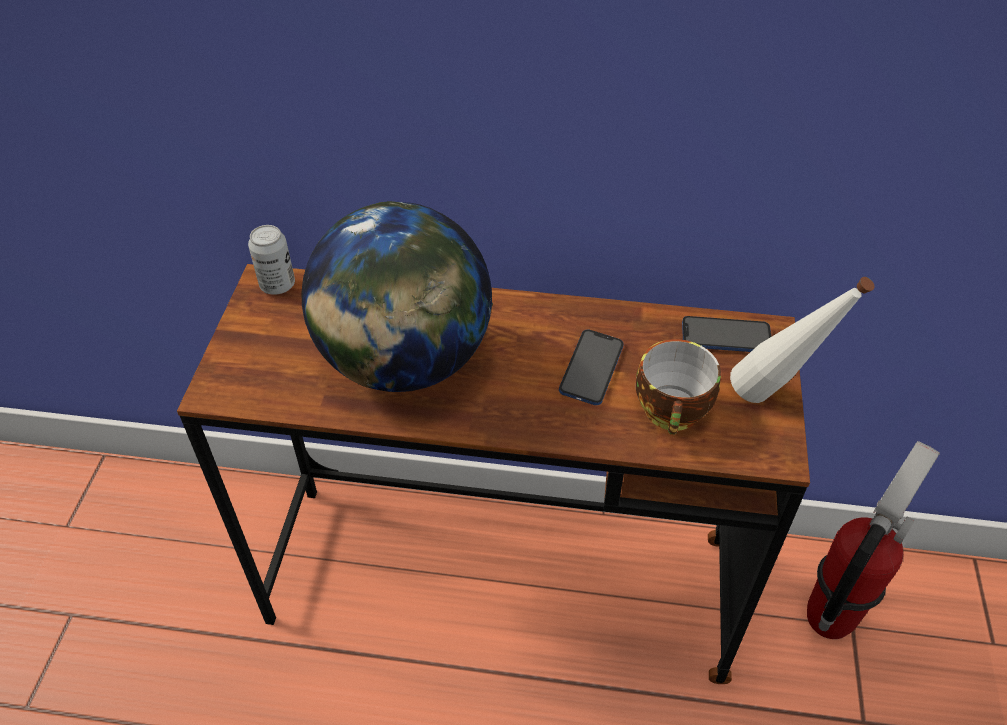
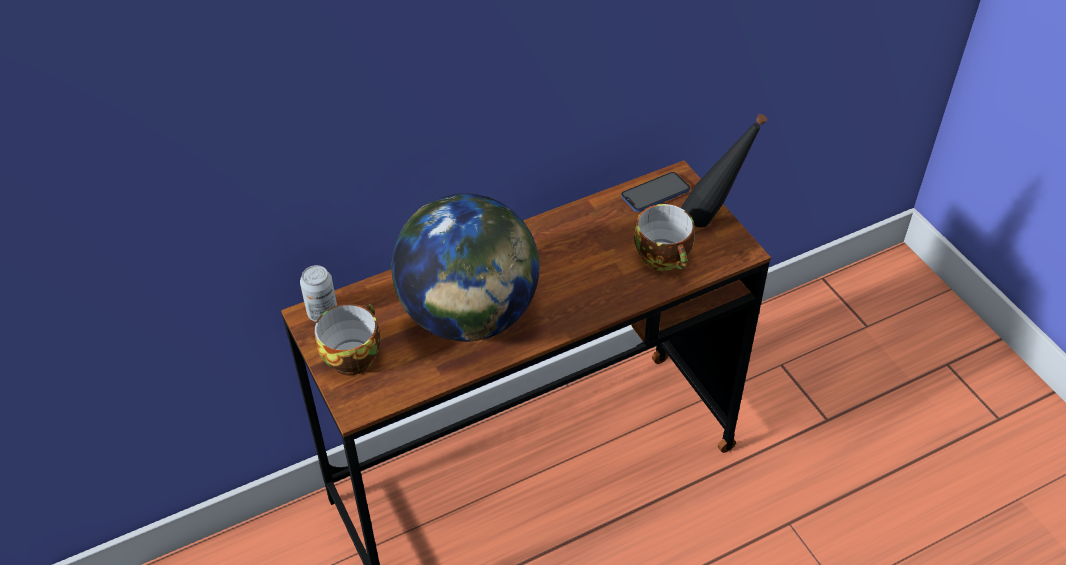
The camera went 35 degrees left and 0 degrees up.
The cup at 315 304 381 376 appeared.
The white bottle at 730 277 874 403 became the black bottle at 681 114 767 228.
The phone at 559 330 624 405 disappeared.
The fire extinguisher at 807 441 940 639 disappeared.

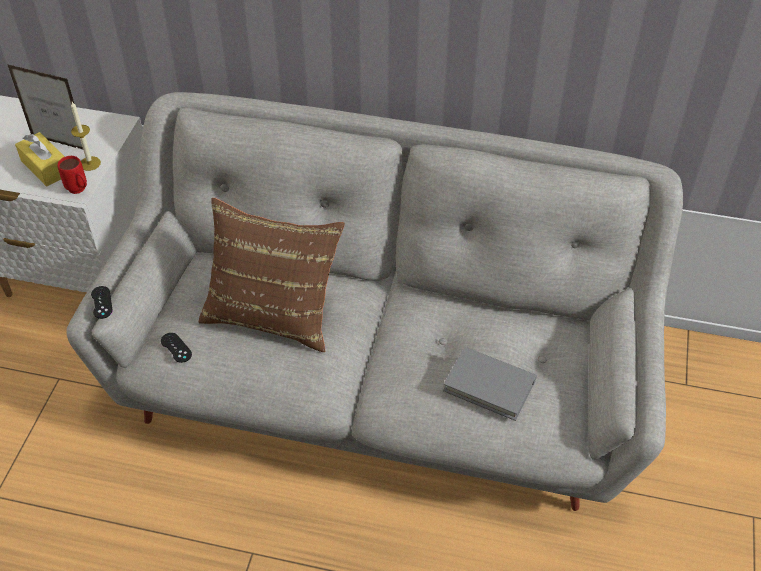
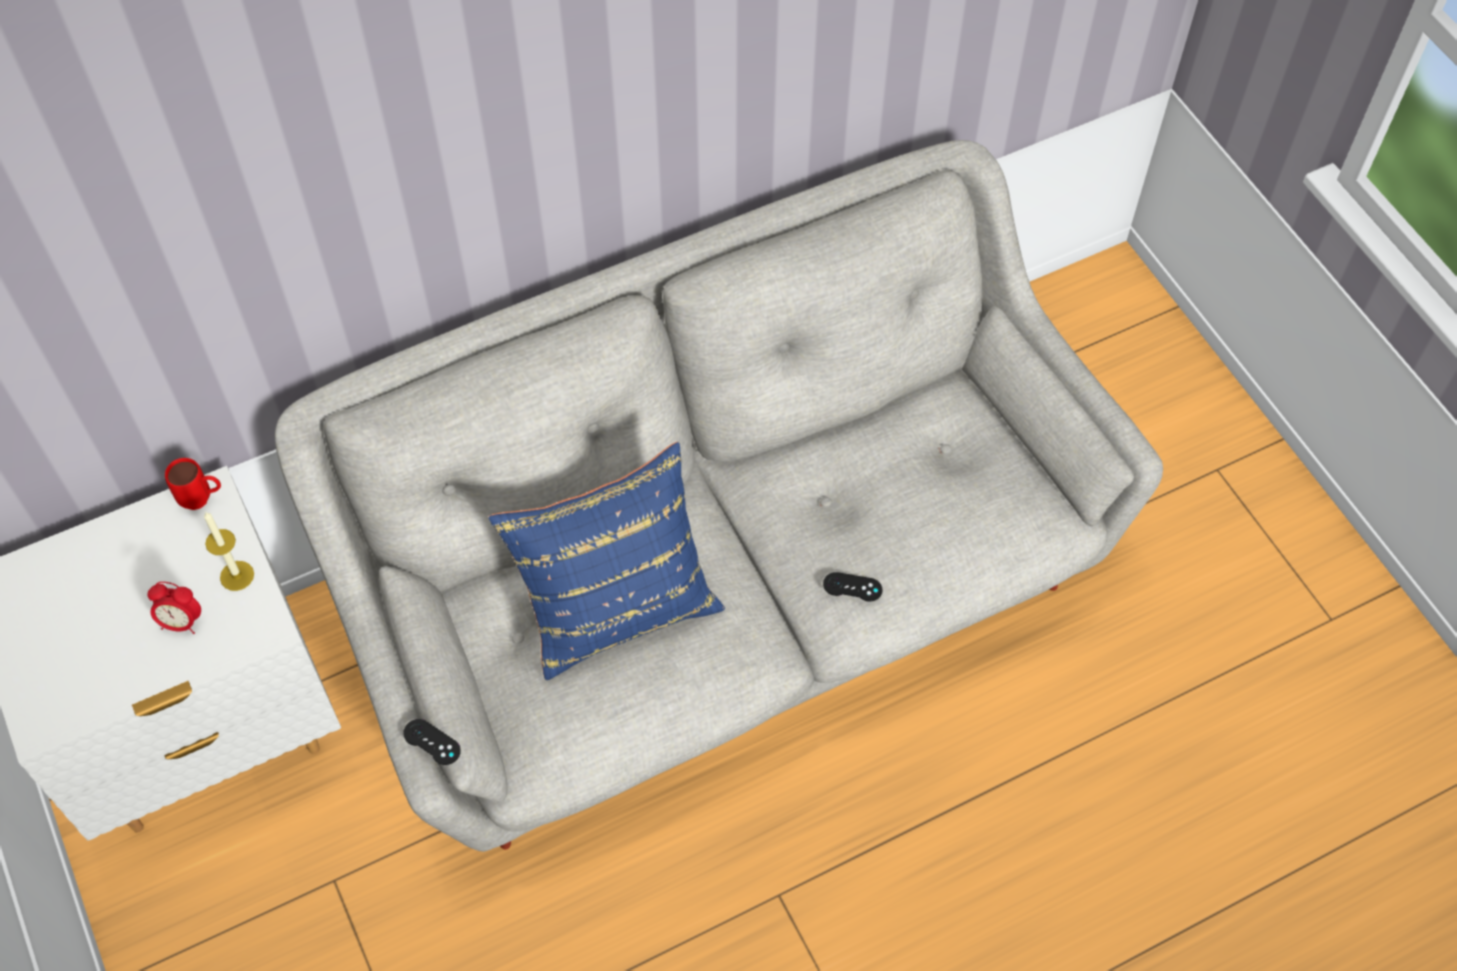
The camera went 40 degrees left and 10 degrees up.
The yellow tissue box at 15 132 65 187 was replaced by the alarm clock at 147 582 201 634.
The red mug moved from 58 156 87 194 to 165 458 221 510.
The brown pillow at 199 198 345 352 became the blue pillow at 488 442 725 680.
The black game controller moved from 161 333 192 363 to 823 572 882 602.
The picture frame at 7 64 83 149 disappeared.
The grey book at 443 347 537 421 disappeared.

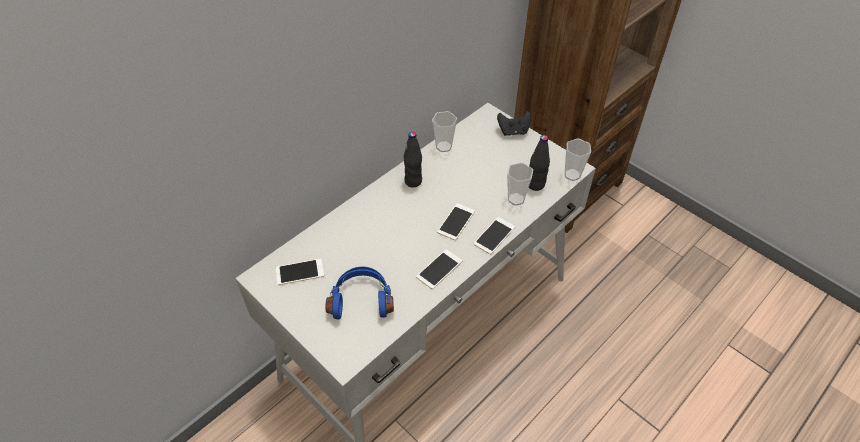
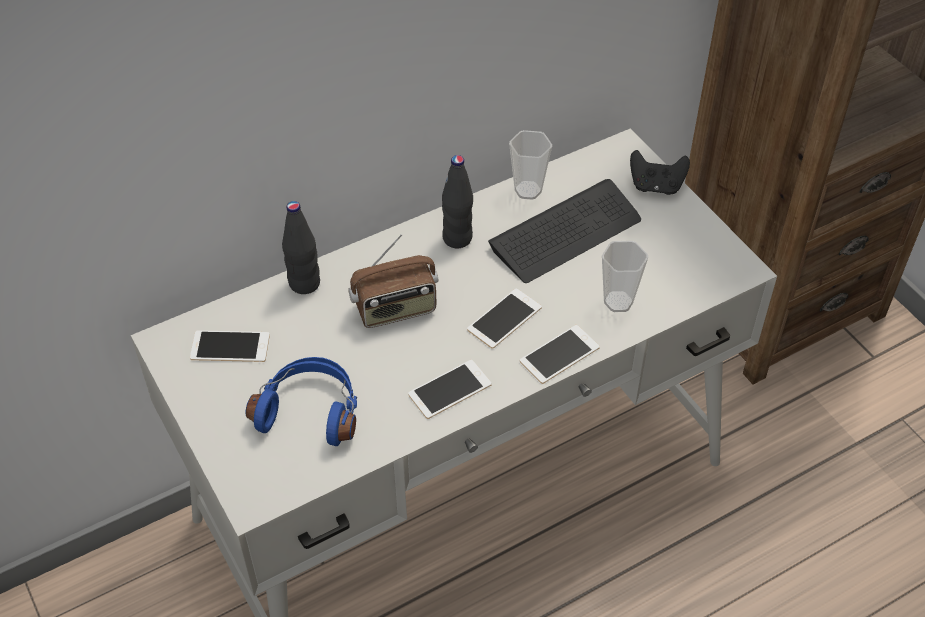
The camera went 15 degrees right and 0 degrees up.
The black bottle moved from 529 135 550 191 to 282 201 320 294.
The radio at 348 234 438 328 appeared.
The keyboard at 488 179 641 283 appeared.
The cup at 565 138 591 181 disappeared.

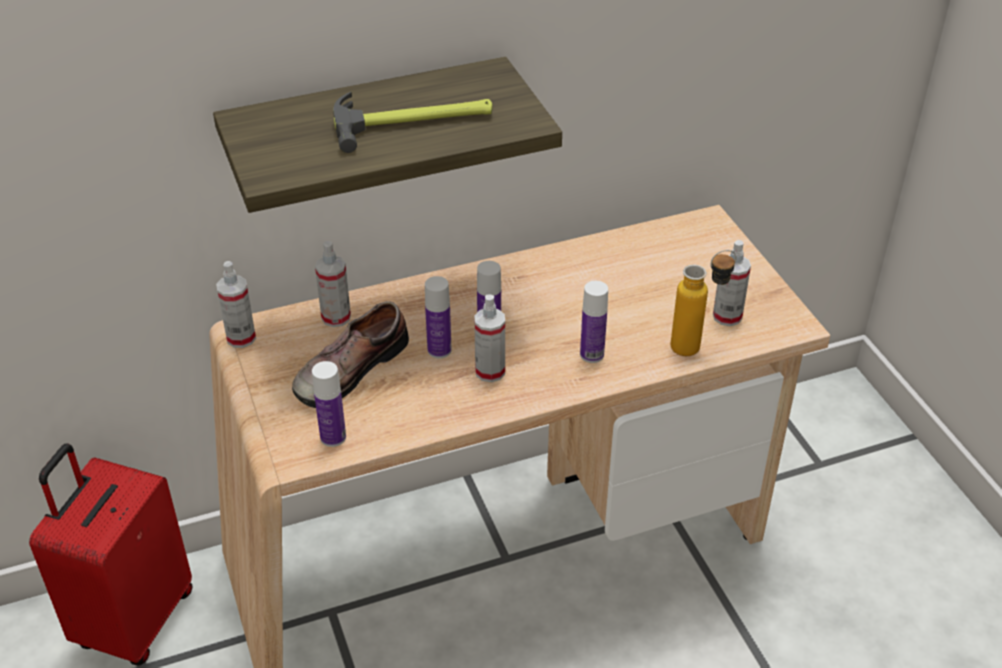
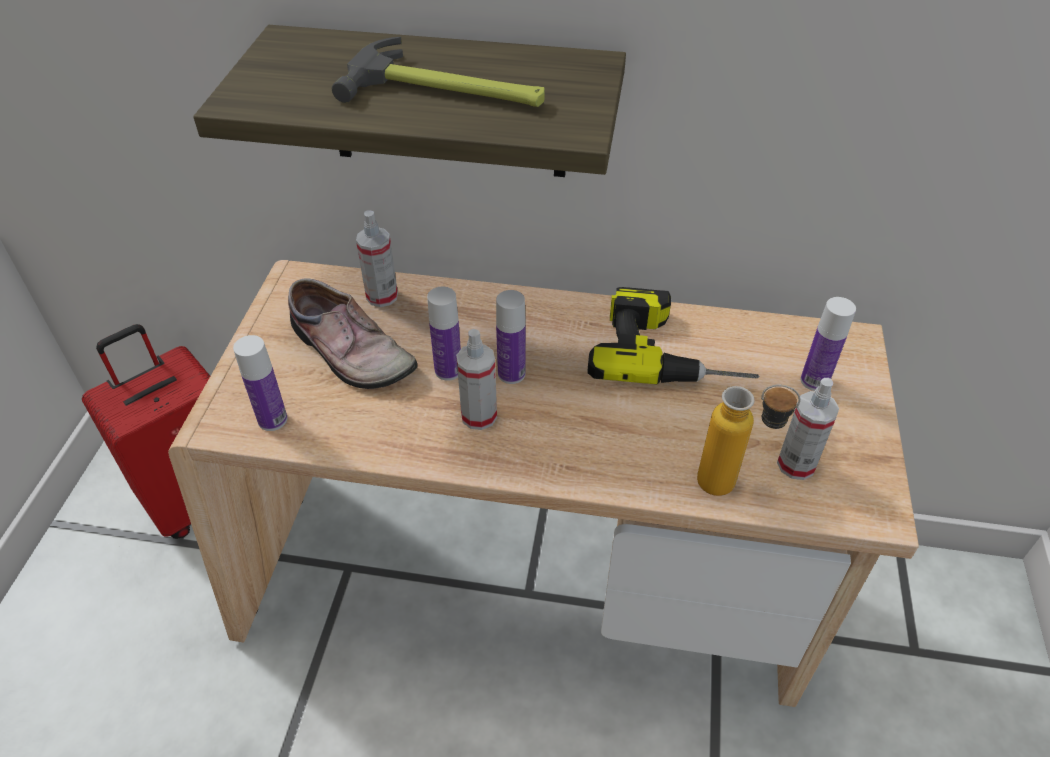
The camera went 30 degrees right and 5 degrees up.
The shoe at 292 301 409 408 turned 120 degrees counterclockwise.
The power drill at 587 287 759 384 appeared.
The bottle moved from 580 281 608 363 to 801 297 856 391.
The spray bottle at 216 261 256 348 disappeared.

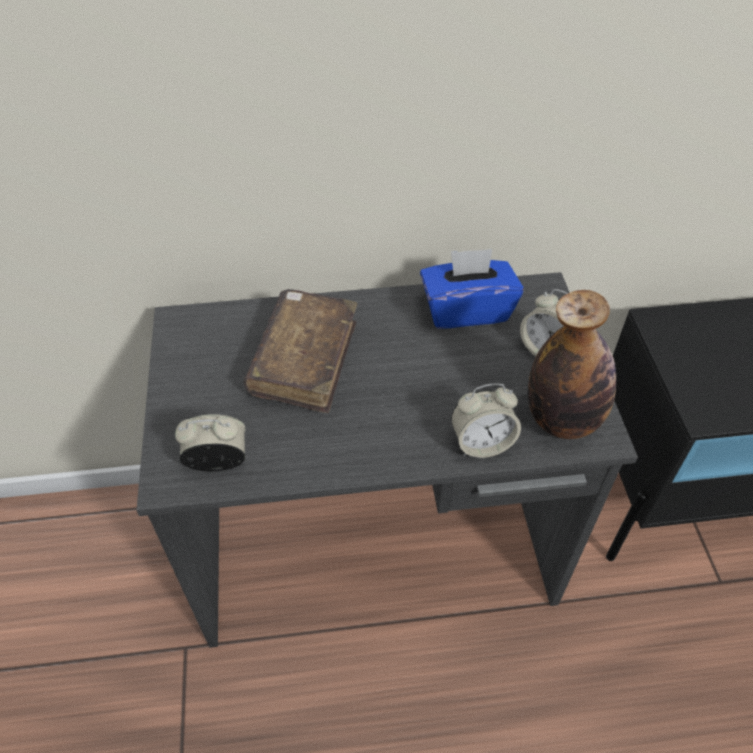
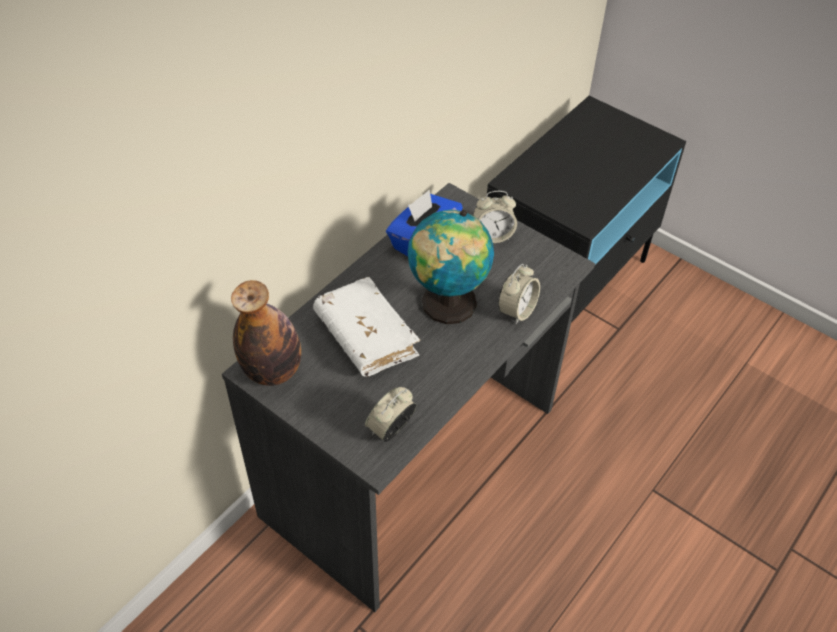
The camera went 45 degrees left and 0 degrees up.
The bottle moved from 528 290 616 439 to 231 280 301 386.
The brown book at 244 289 357 413 became the white book at 313 277 420 377.
The globe at 408 209 494 324 appeared.

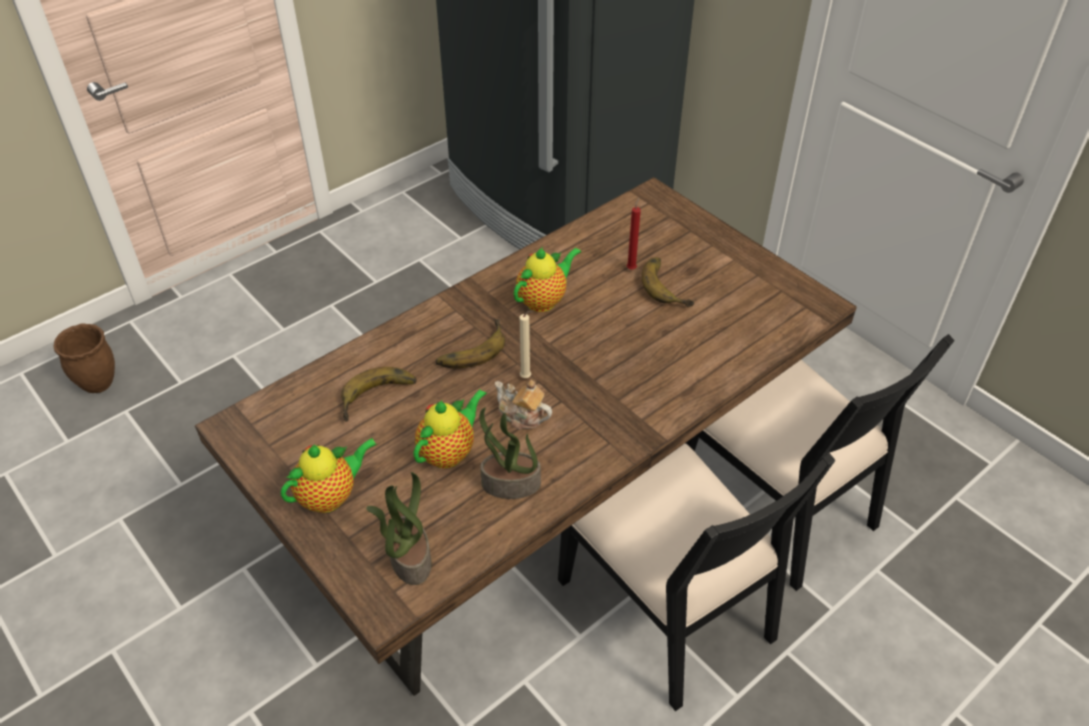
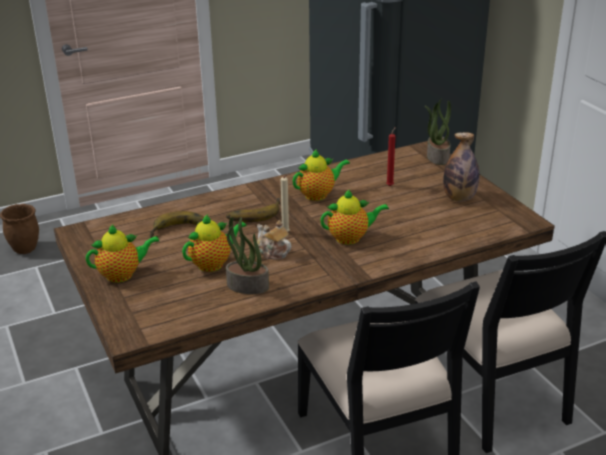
The camera went 15 degrees right and 15 degrees down.
The teapot at 320 189 389 245 appeared.
The potted plant moved from 366 472 432 585 to 425 98 451 165.
The bottle at 443 132 480 201 appeared.
The banana at 641 257 694 307 disappeared.

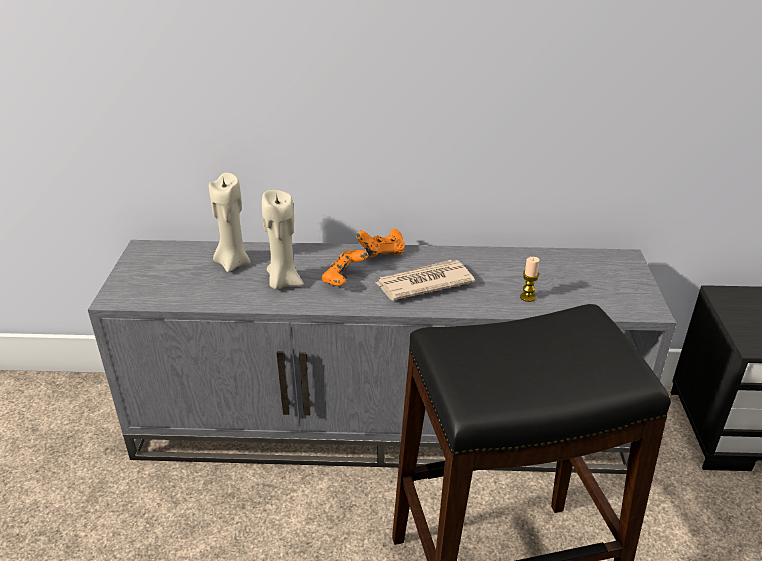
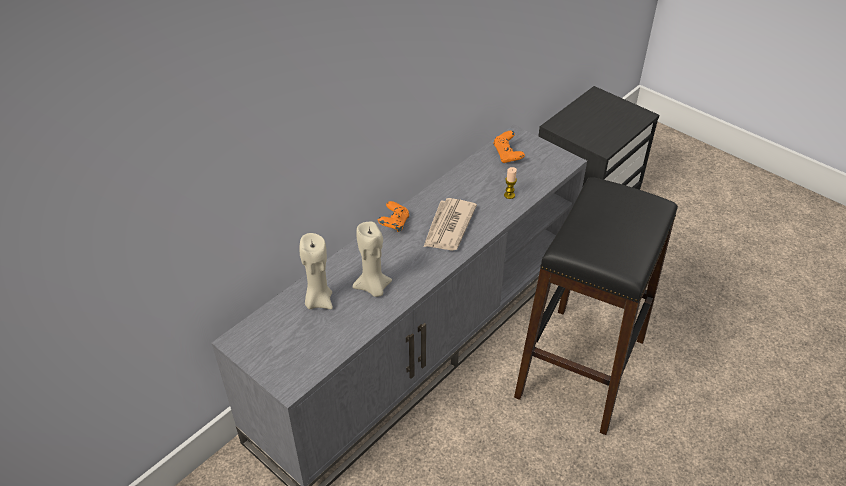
The camera went 50 degrees left and 10 degrees up.
The orange game controller moved from 321 250 368 286 to 493 131 525 163.

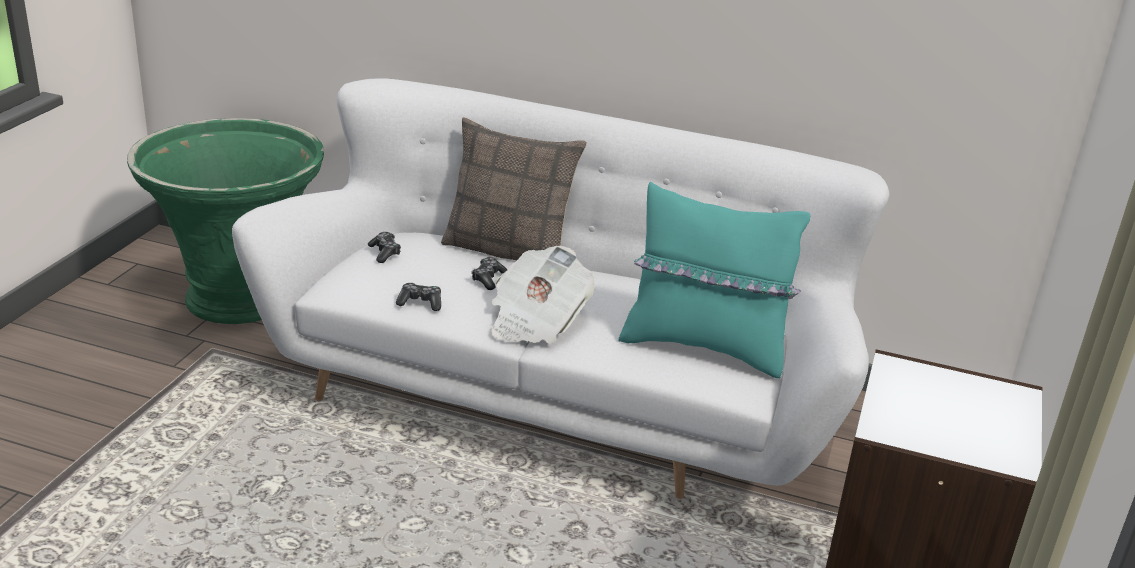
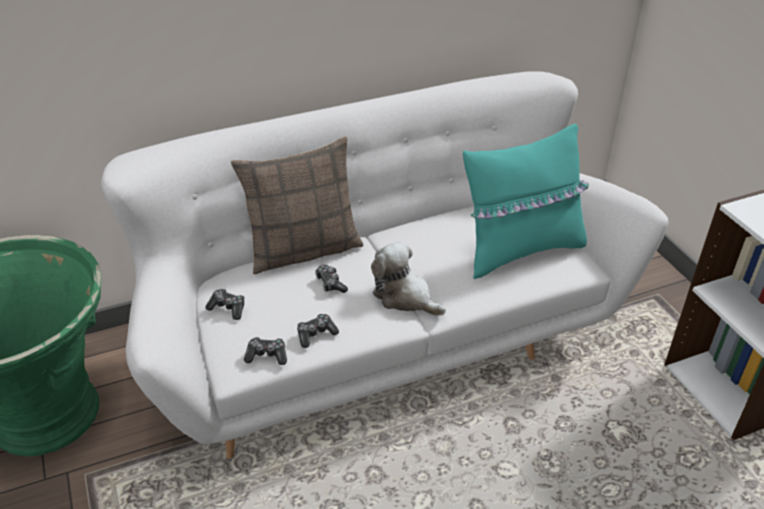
The camera went 40 degrees left and 10 degrees up.
The game controller at 244 337 287 365 appeared.
The newspaper at 491 246 595 344 was replaced by the plush toy at 371 241 446 316.

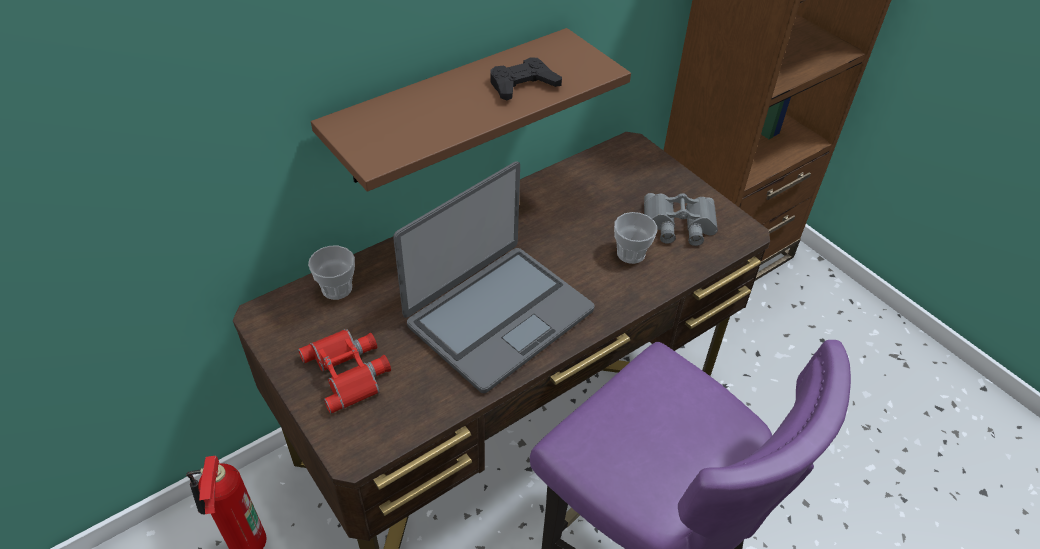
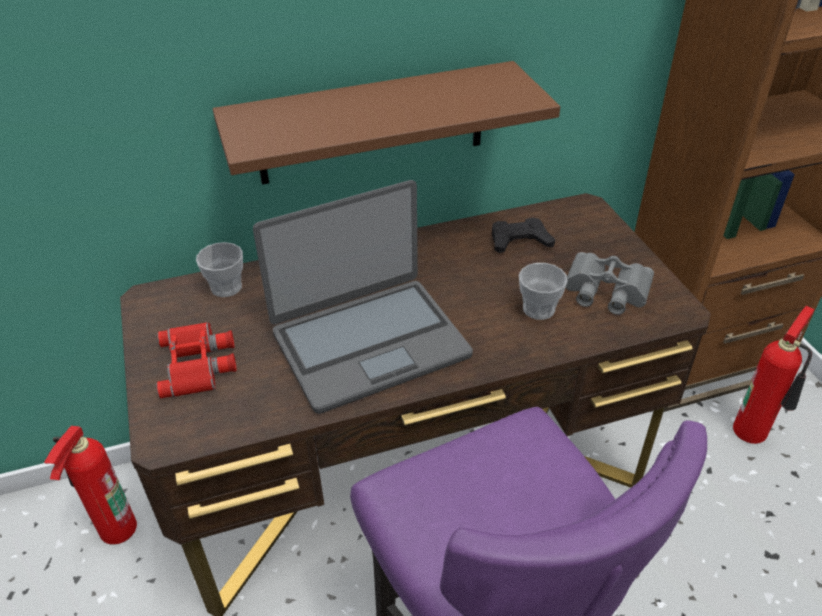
The camera went 20 degrees right and 5 degrees down.
The black game controller moved from 490 58 562 101 to 492 218 555 253.
The fire extinguisher at 733 306 814 444 appeared.

